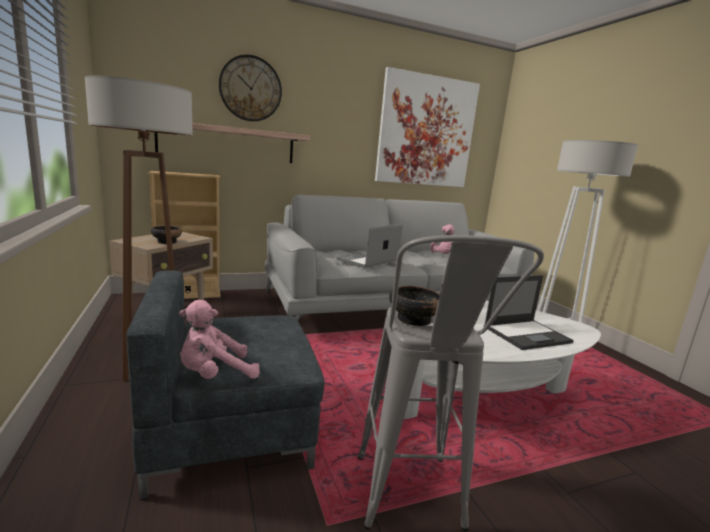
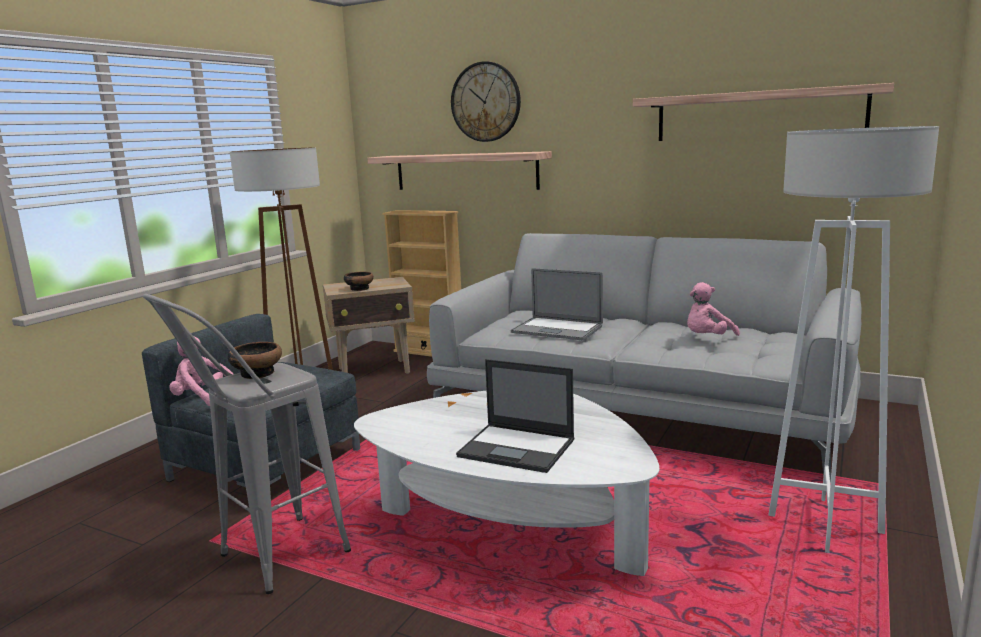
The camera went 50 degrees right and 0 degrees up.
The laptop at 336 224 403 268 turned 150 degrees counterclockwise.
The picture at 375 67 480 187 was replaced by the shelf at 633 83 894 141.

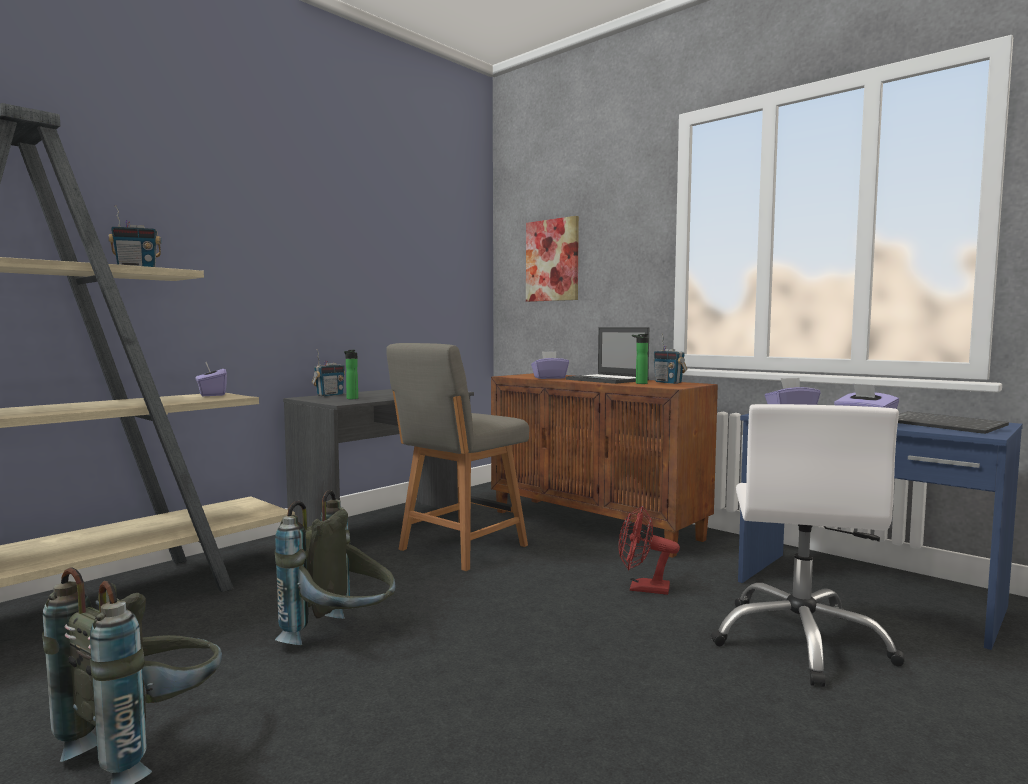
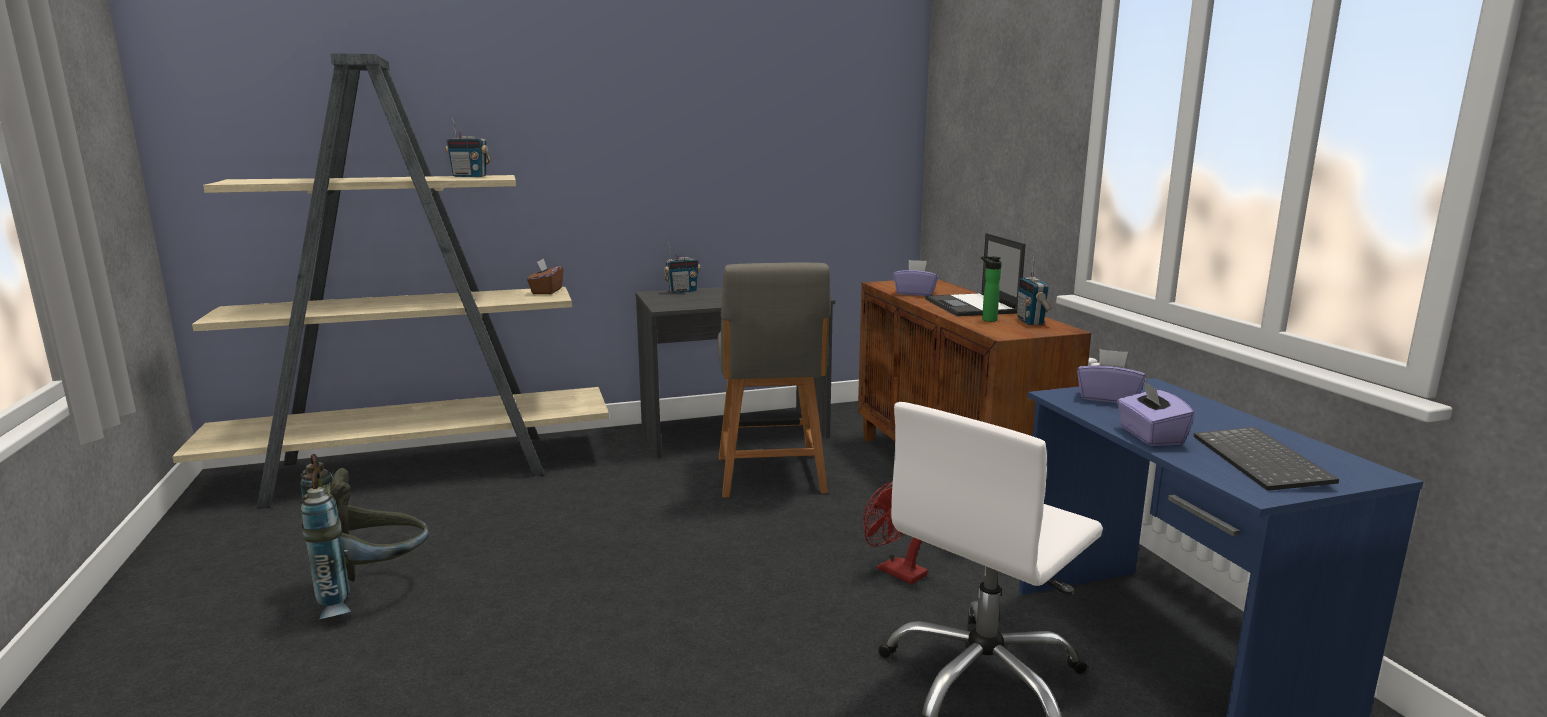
The camera went 30 degrees right and 10 degrees up.
The purple tissue box at 195 362 227 396 became the brown tissue box at 527 259 563 294.
The grey chair at 386 343 529 571 turned 75 degrees counterclockwise.
The grey backpack at 275 490 395 645 disappeared.
The bottle at 344 350 358 399 disappeared.
The picture at 526 216 579 302 disappeared.

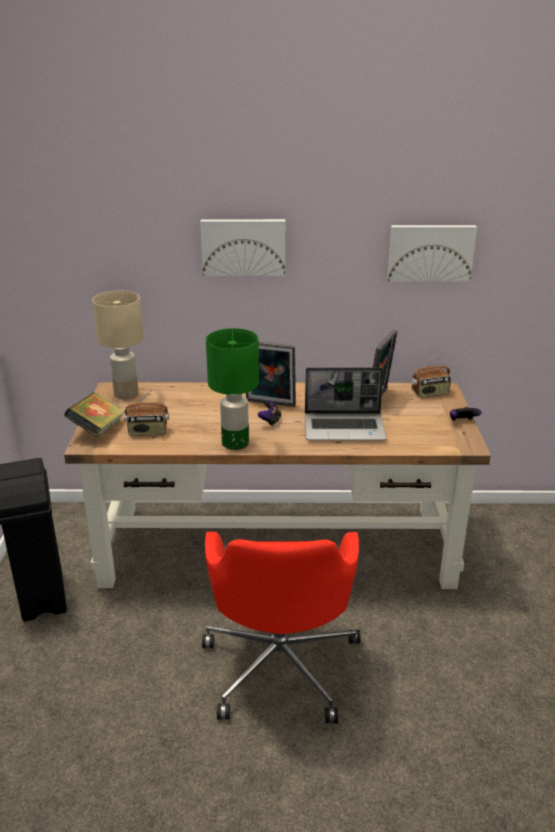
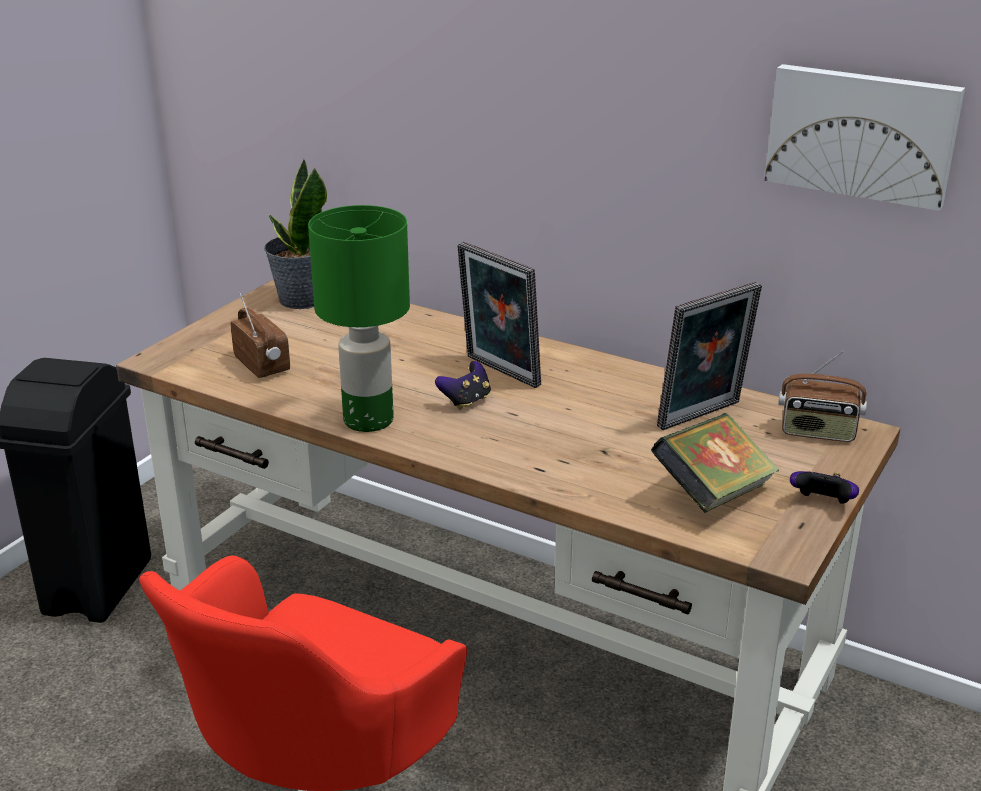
The camera went 30 degrees right and 0 degrees up.
The radio at 124 389 169 436 turned 150 degrees counterclockwise.
The beige table lamp at 92 290 143 400 was replaced by the potted plant at 264 159 327 309.
The book moved from 64 392 125 437 to 651 413 779 513.
The picture at 200 219 285 276 disappeared.
The laptop at 305 367 387 441 disappeared.

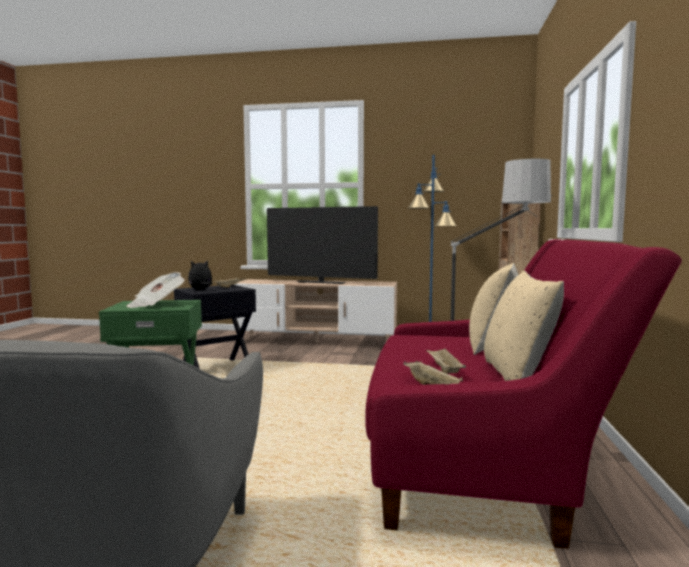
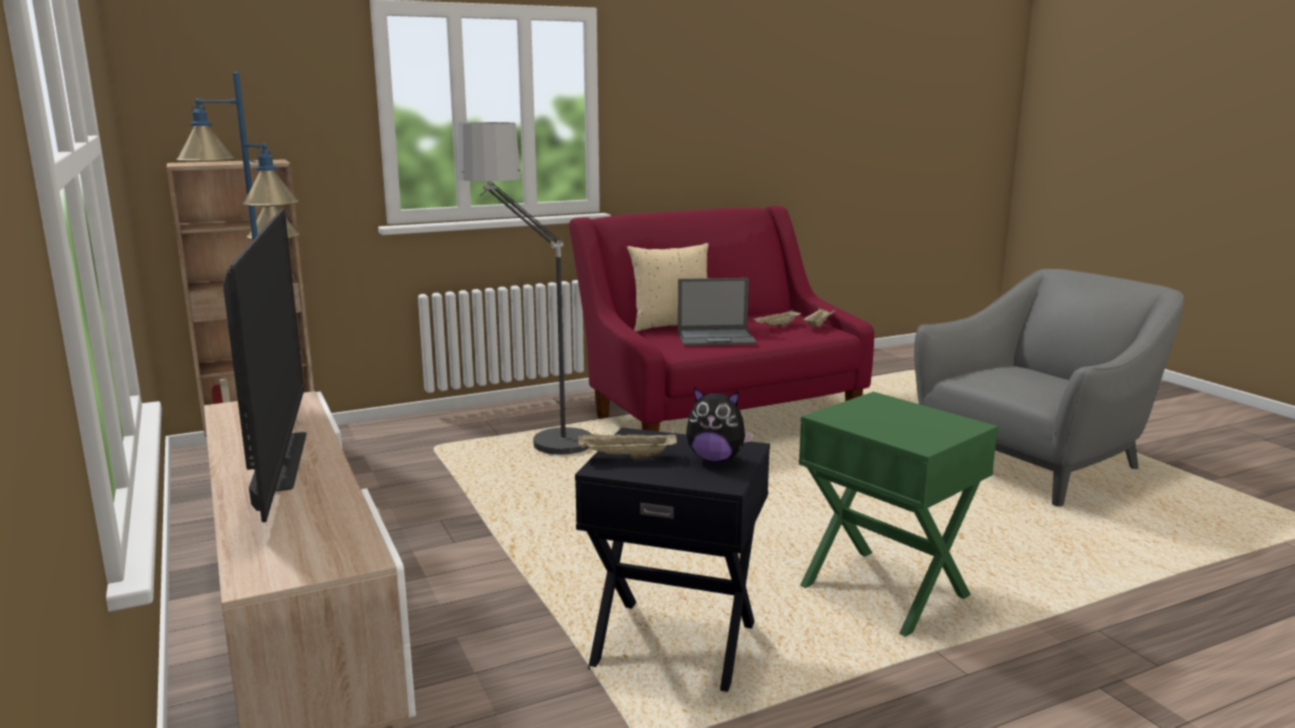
The camera went 125 degrees left and 10 degrees up.
The laptop at 678 278 757 346 appeared.
The newspaper at 127 272 185 308 disappeared.
The beige pillow at 484 271 564 381 disappeared.

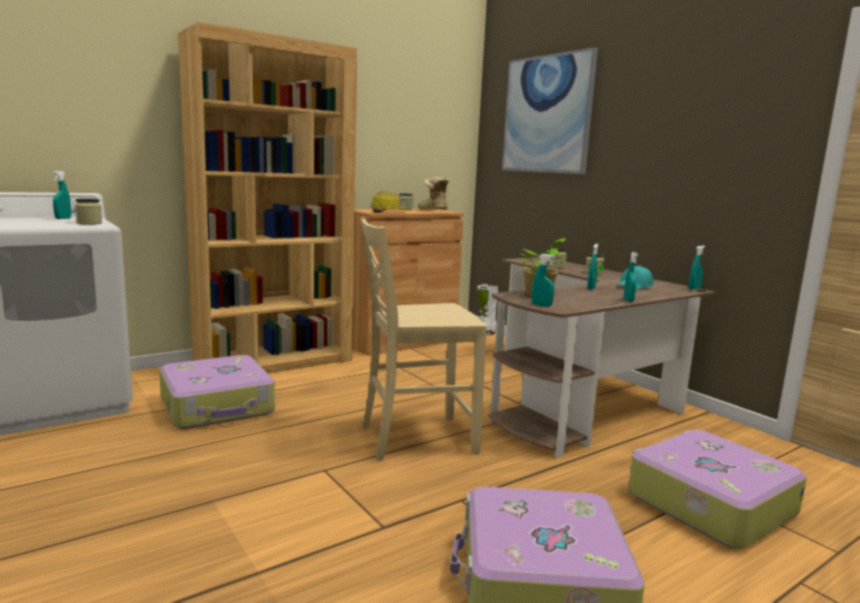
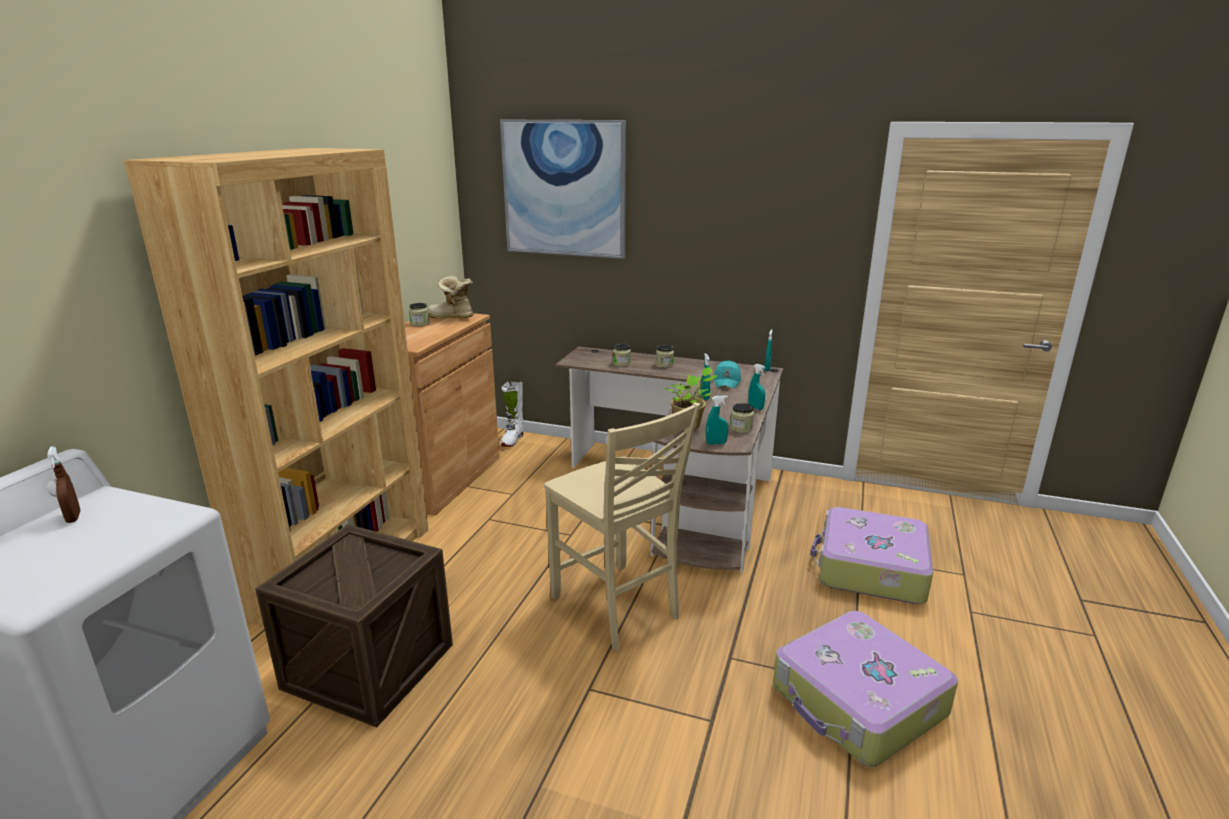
The camera went 35 degrees left and 10 degrees up.
The turquoise spray bottle at 53 171 71 219 became the brown spray bottle at 47 446 80 523.
The suitcase at 159 355 275 429 was replaced by the crate at 255 524 453 728.
The beige chair at 360 217 487 461 turned 75 degrees counterclockwise.
The jar moved from 75 198 102 225 to 730 403 754 433.
The hard hat at 370 190 408 213 disappeared.

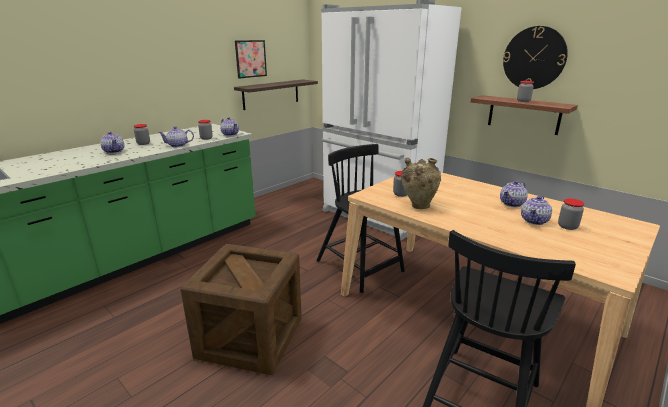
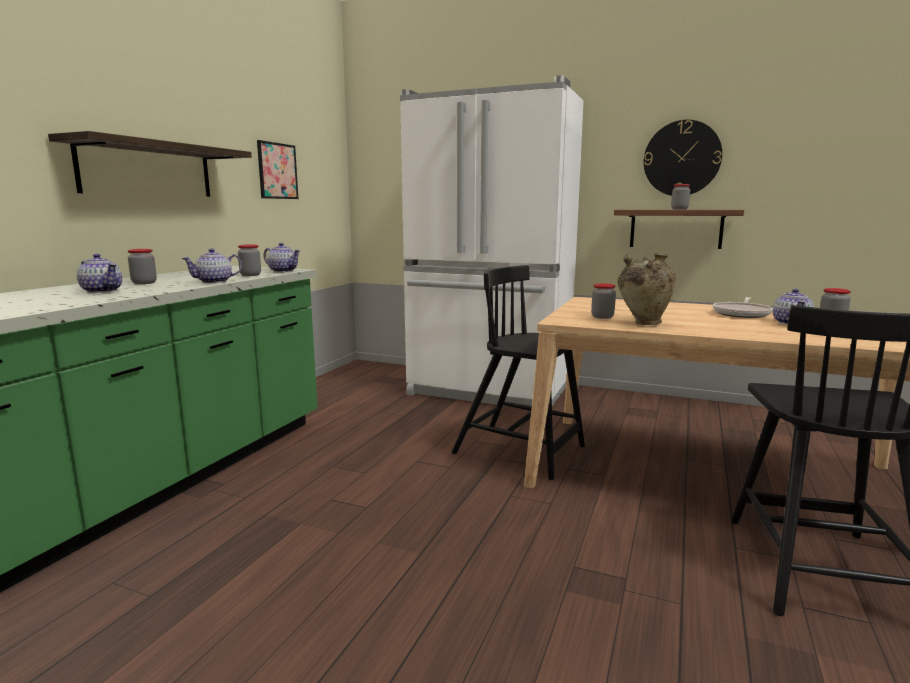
The camera went 20 degrees left and 10 degrees down.
The shelf moved from 234 79 318 110 to 48 131 252 197.
The teapot at 500 181 528 207 was replaced by the frying pan at 713 297 773 318.
The crate at 180 244 302 375 disappeared.

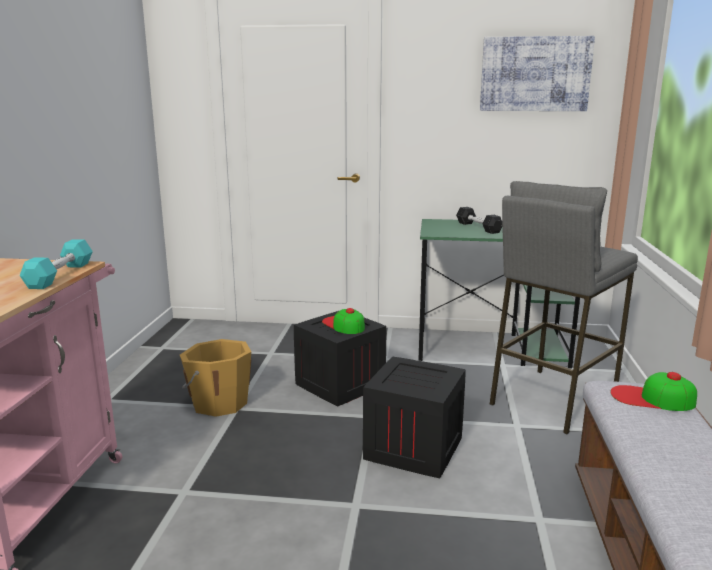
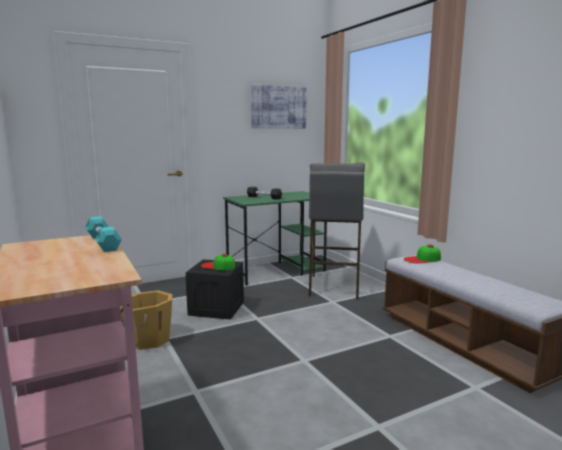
The camera went 35 degrees left and 5 degrees down.
The crate at 363 357 466 478 disappeared.

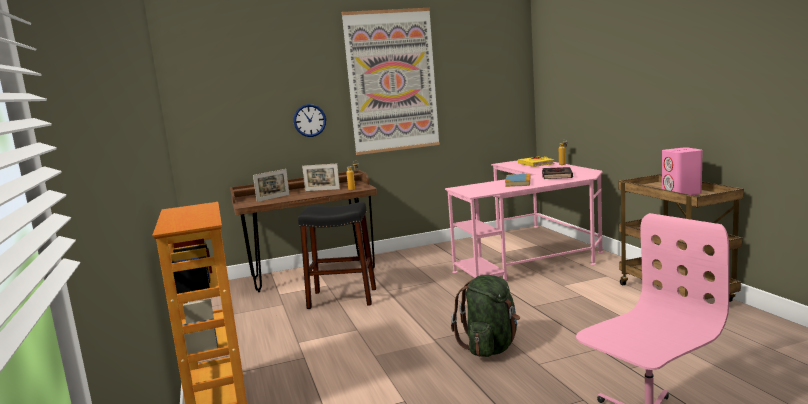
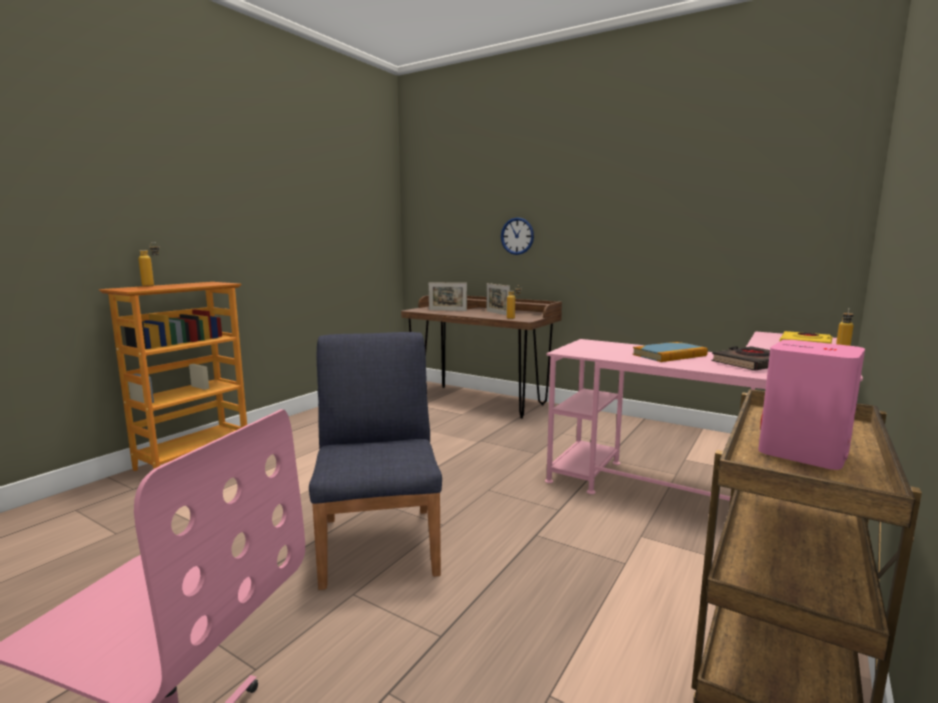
The camera went 50 degrees right and 0 degrees up.
The bottle at 139 242 160 287 appeared.
The green backpack at 451 275 520 357 was replaced by the blue chair at 309 332 442 590.
The black stool at 298 202 376 309 disappeared.
The picture at 342 8 440 155 disappeared.

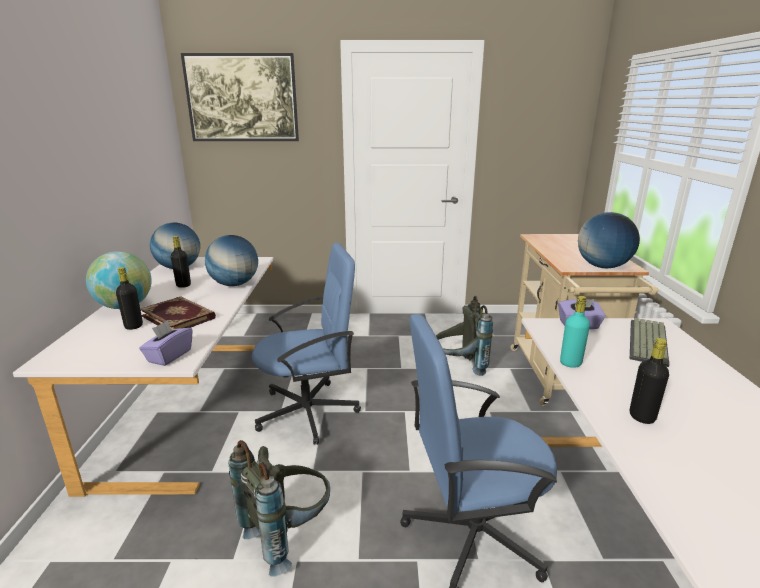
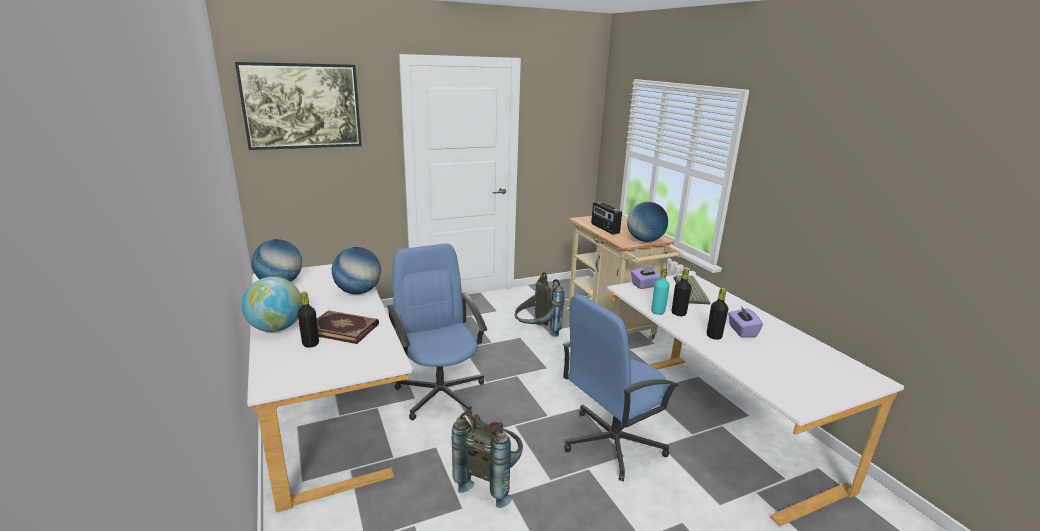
The camera went 25 degrees left and 0 degrees up.
The blue office chair at 251 243 361 445 turned 75 degrees counterclockwise.
The radio at 591 202 622 234 appeared.
The black bottle moved from 171 236 191 288 to 672 268 692 316.
The purple tissue box moved from 139 320 193 366 to 728 306 763 337.

